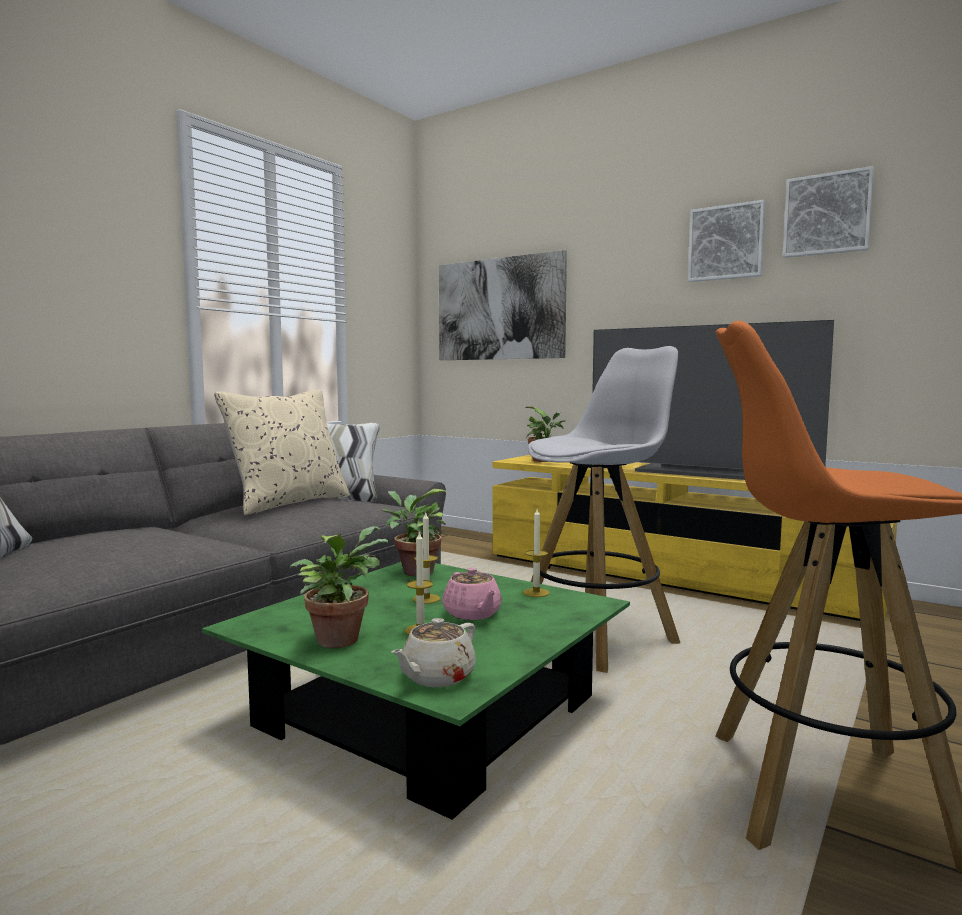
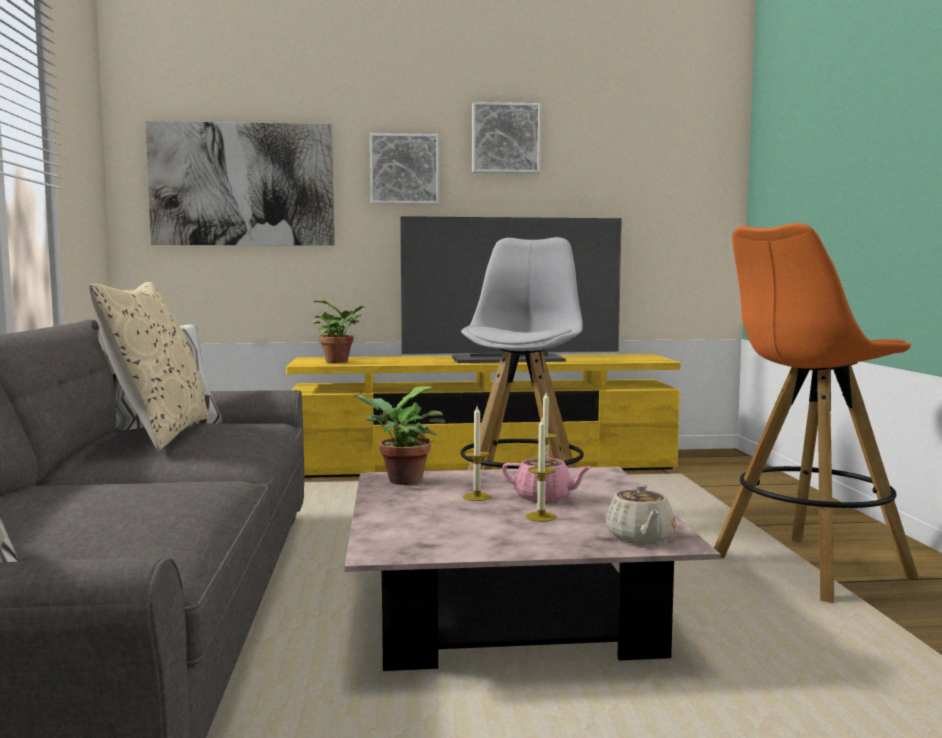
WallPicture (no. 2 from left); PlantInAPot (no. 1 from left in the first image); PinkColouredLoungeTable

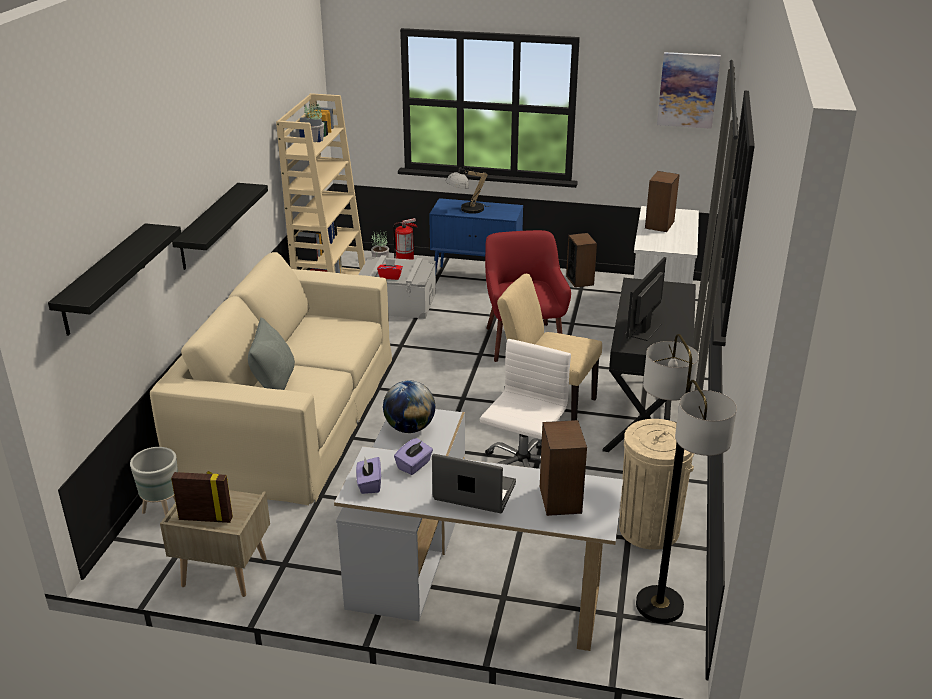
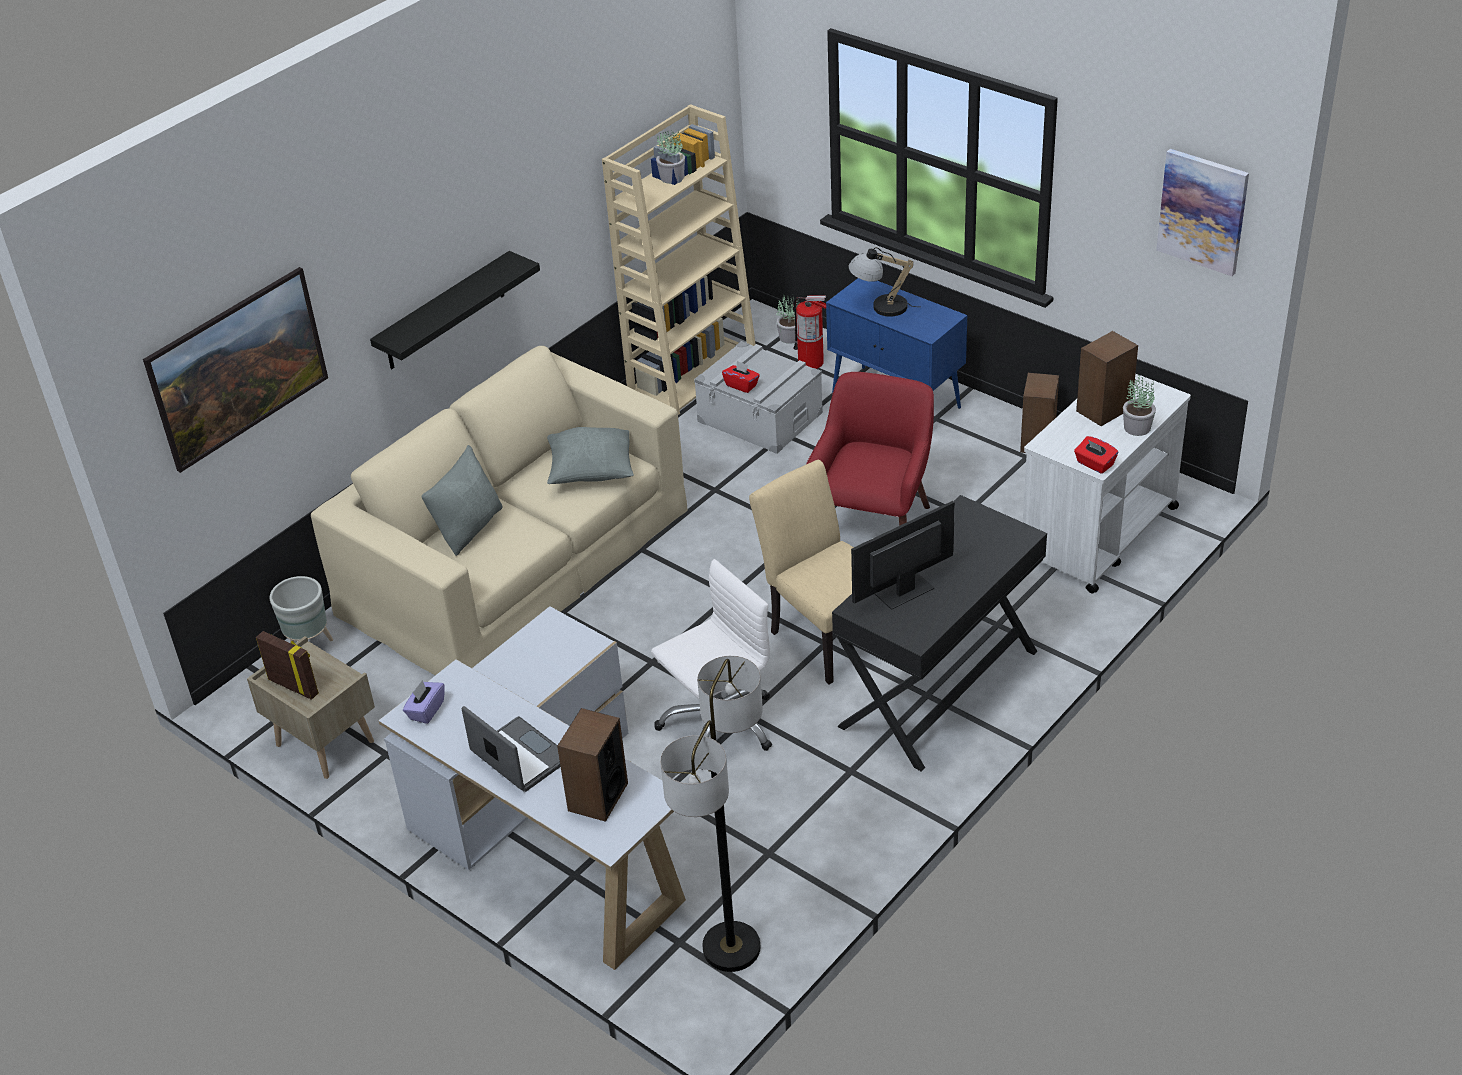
WallPicture (no. 1 from left); DeskGlobe; BeigeRubbishBin; PurpleColouredBoxOfTissues (no. 2 from left in the first image); PlantInAPot (no. 3 from left); GreyishThrowPillow (no. 2 from left); ReddishBoxOfTissues (no. 2 from left)

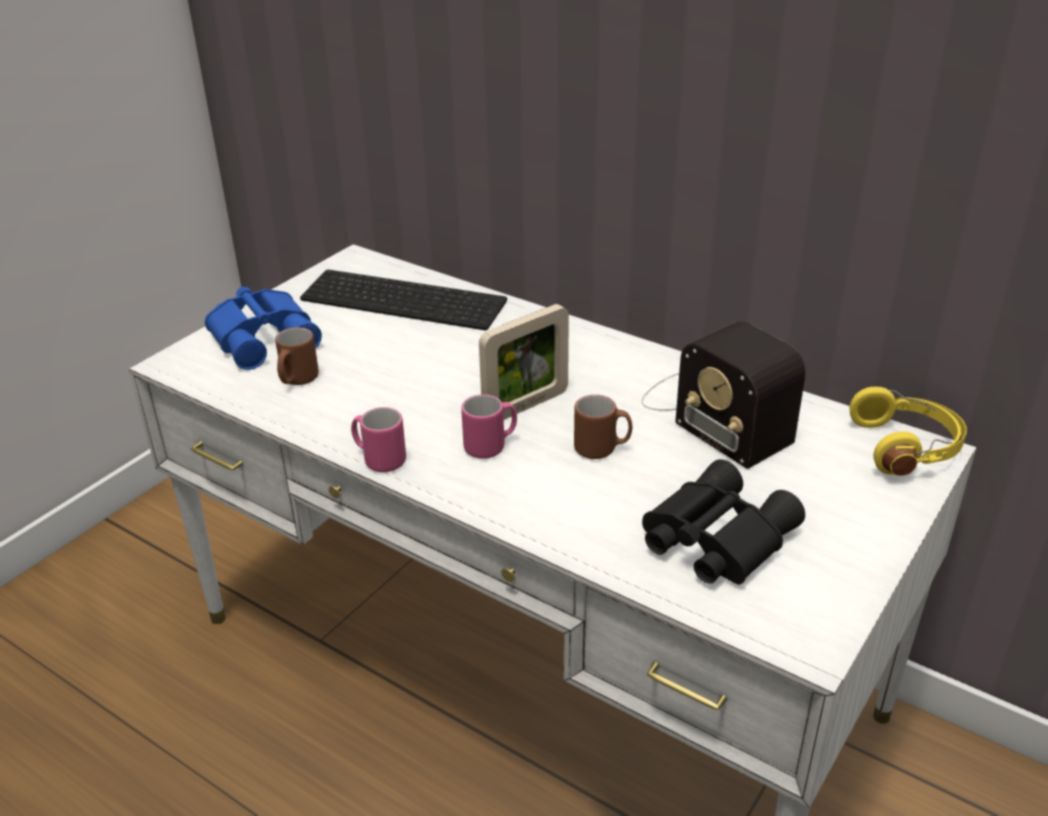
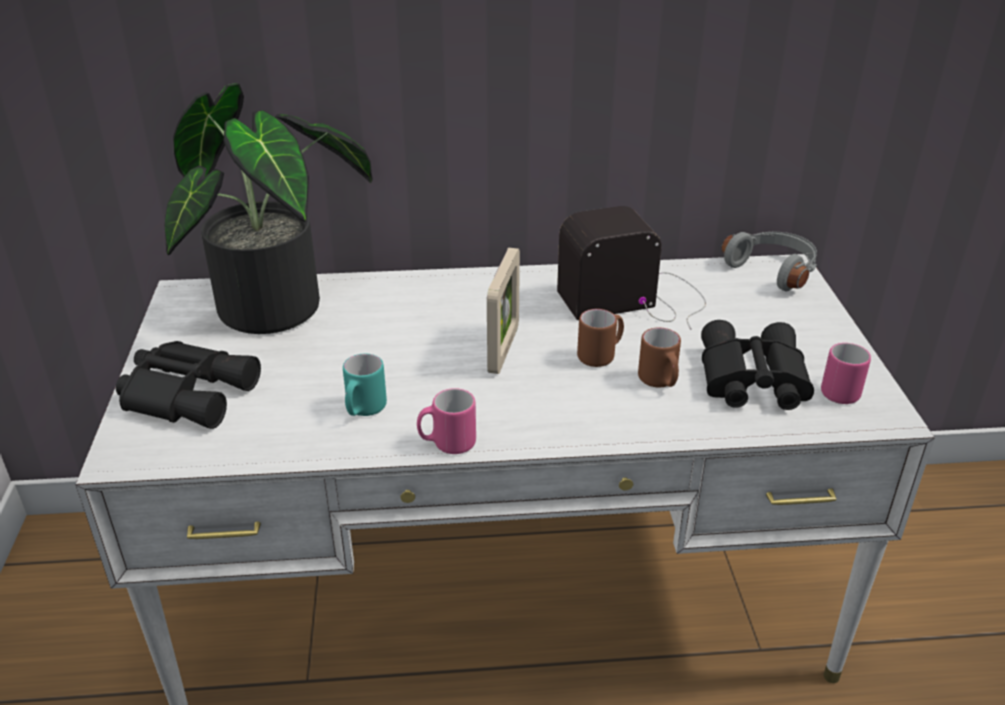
PlantInAPot; BlackishBinoculars (no. 1 from left); Radio; BrownishMug (no. 2 from left); GreyishPairOfHeadphones; PinkColouredMug (no. 2 from left); BlueGreenMug

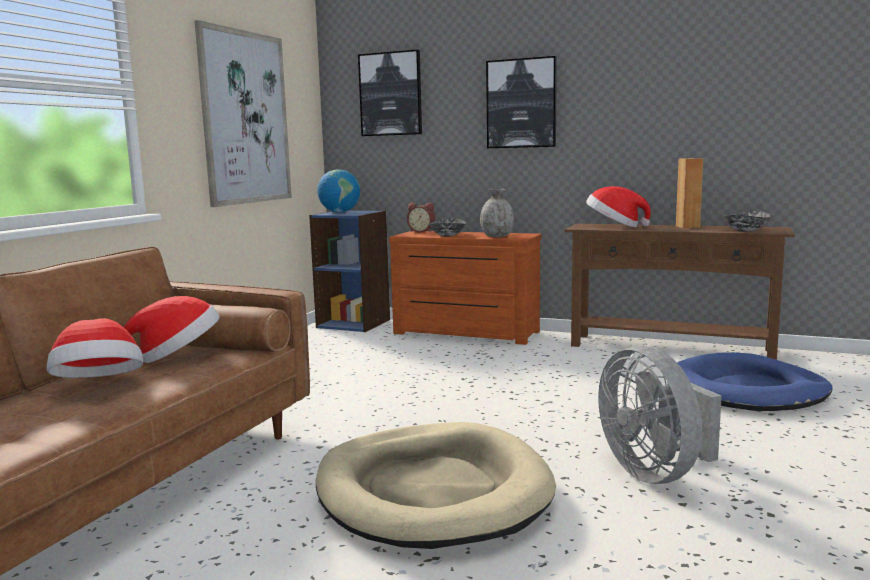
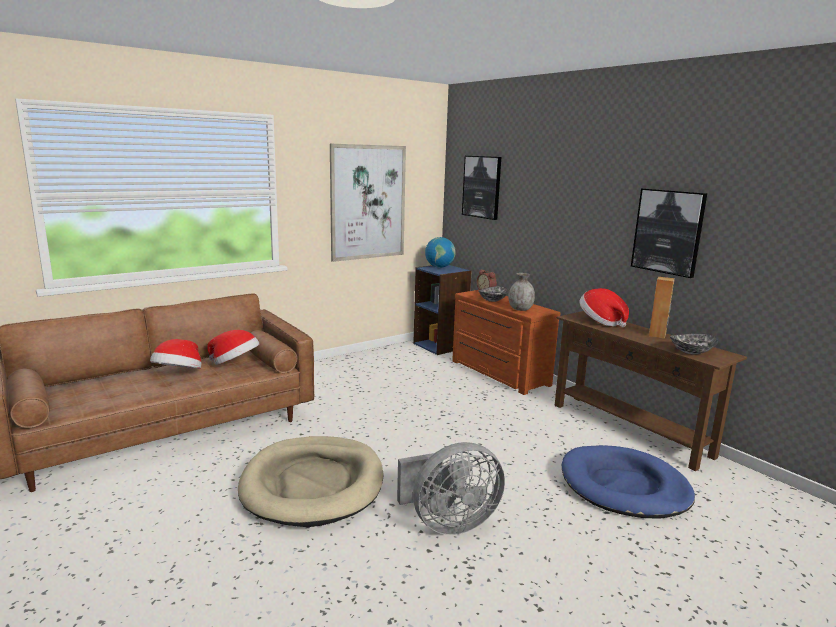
WallPicture (no. 3 from left); GreyishCoolingFan

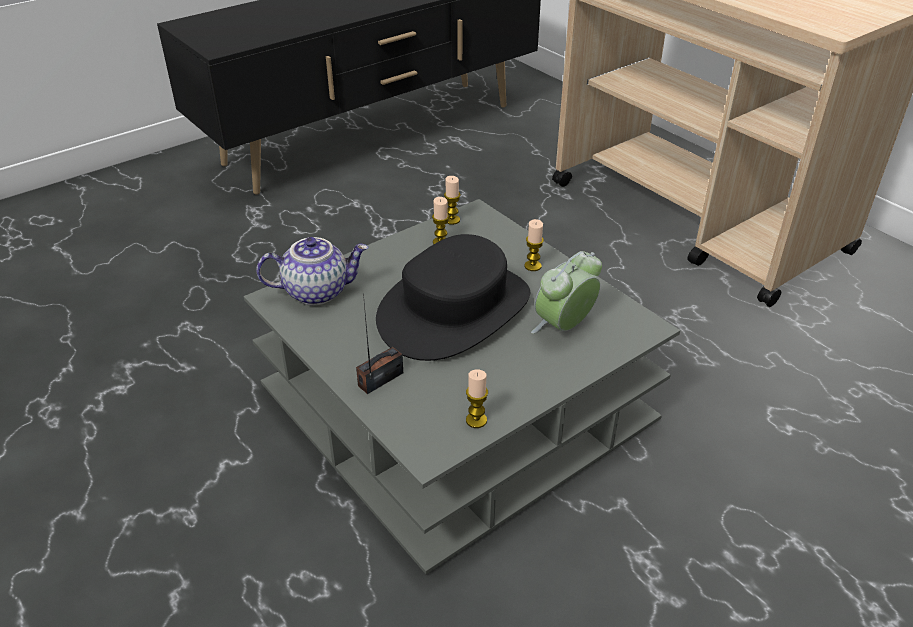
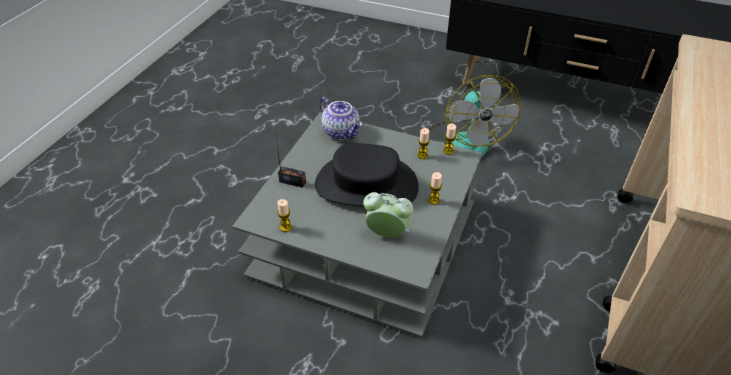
CoolingFan

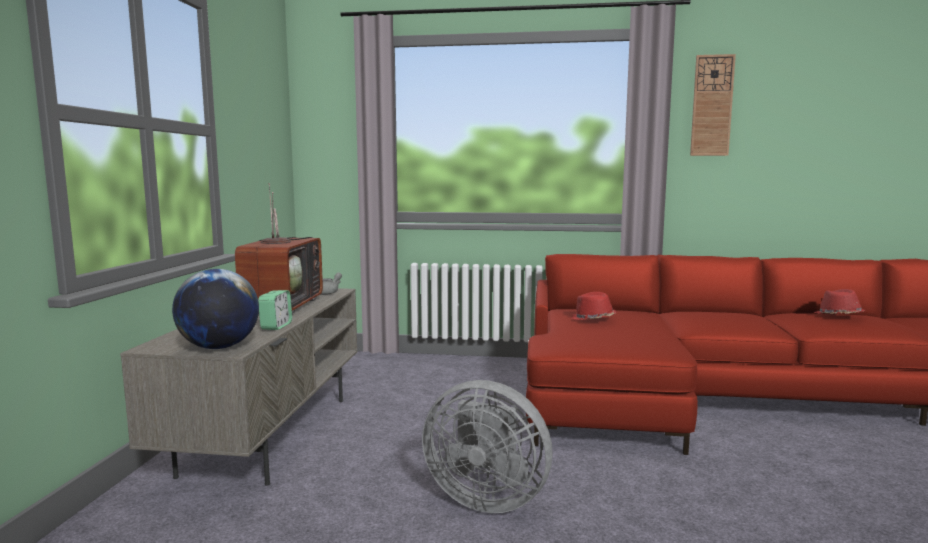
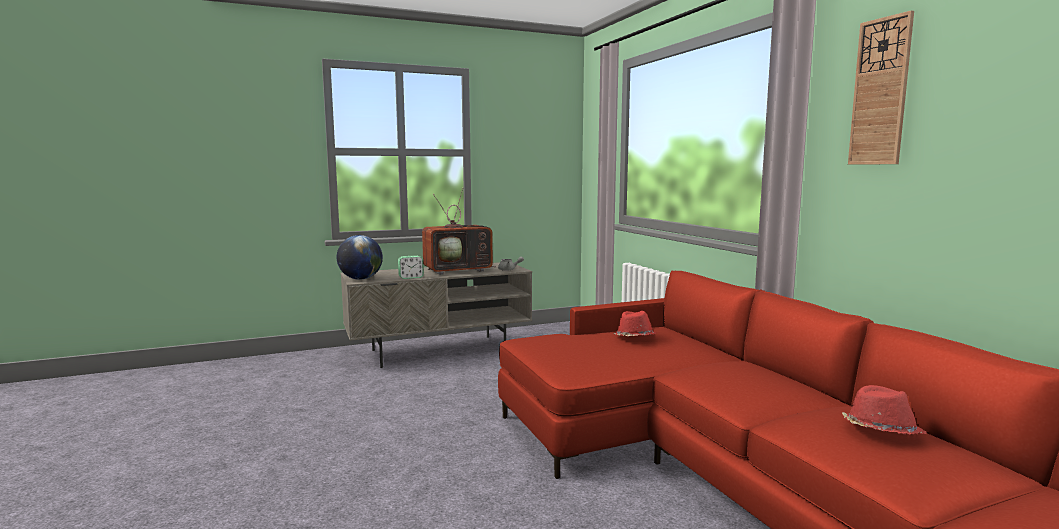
GreyishCoolingFan

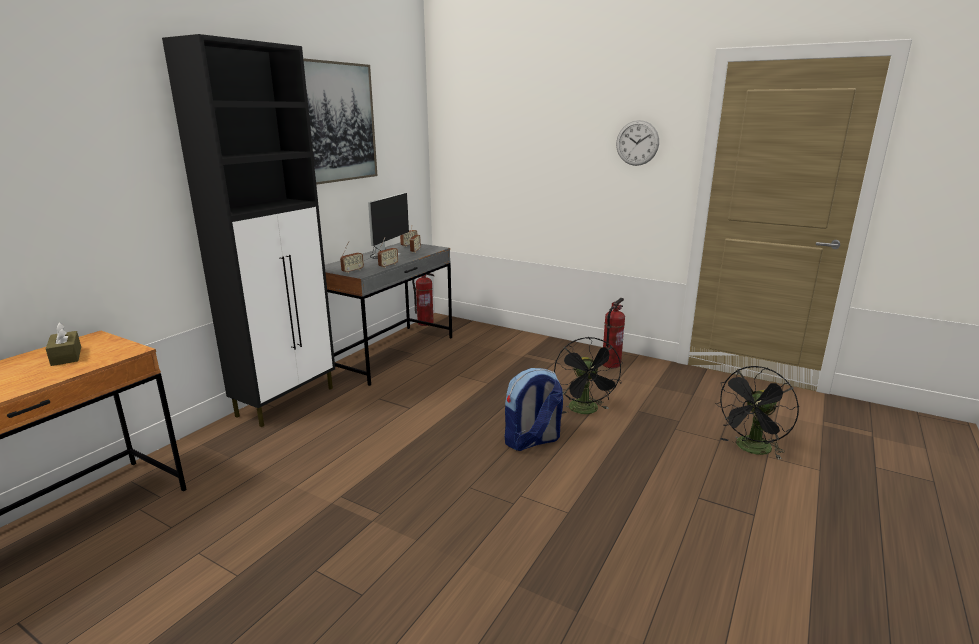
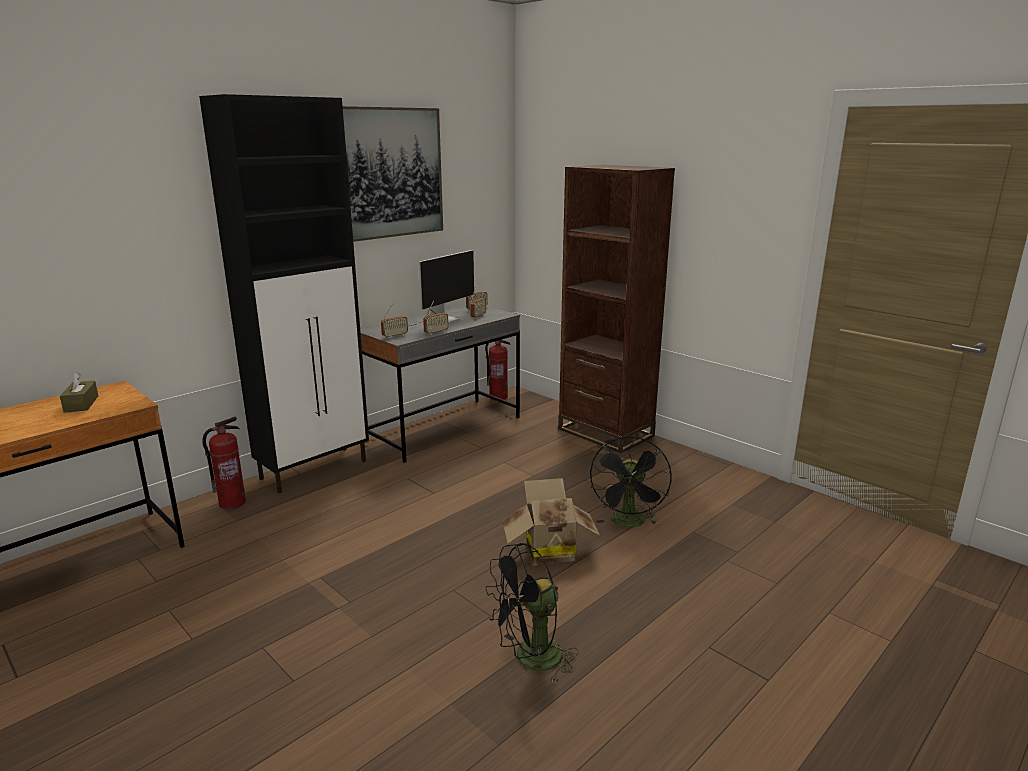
HangingClock; FireFightingCylinder (no. 1 from left); BlackishCoolingFan (no. 1 from left); Carton; BrownishBookshelf

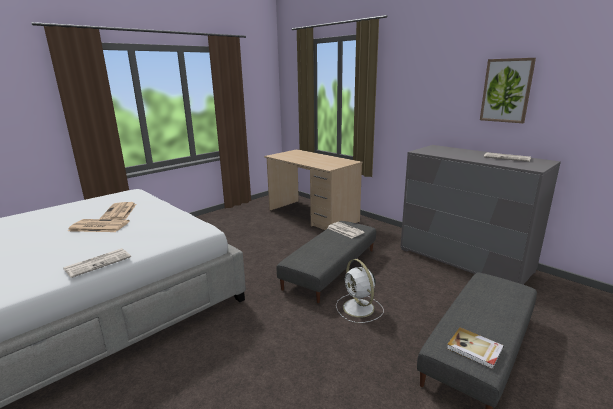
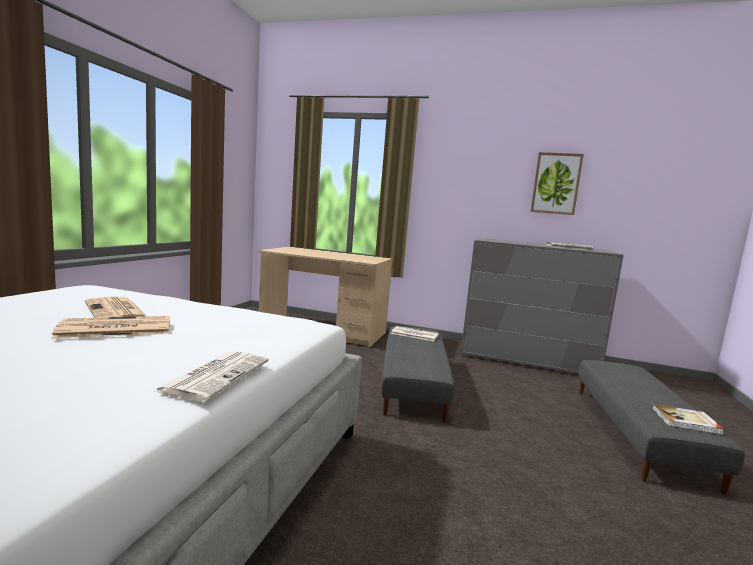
WhiteColouredCoolingFan

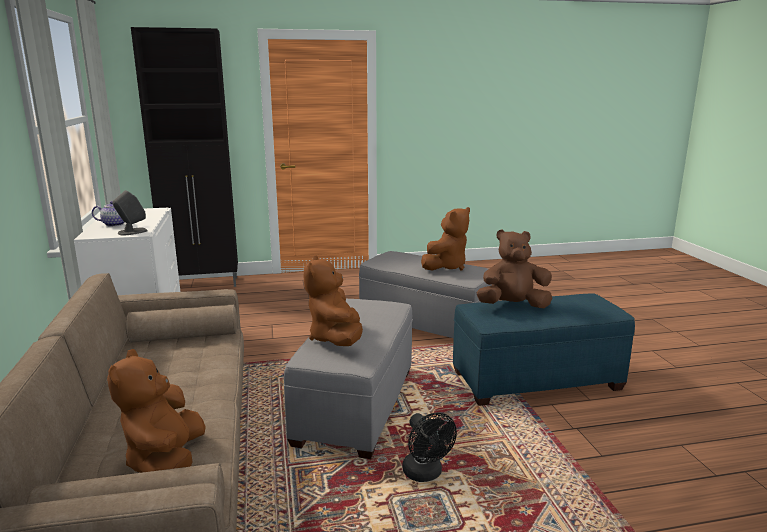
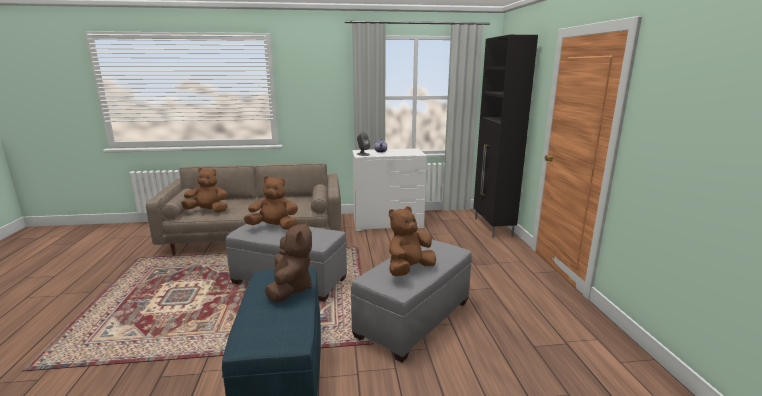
BrownishCuddlyToy (no. 4 from left); BlackishCoolingFan

